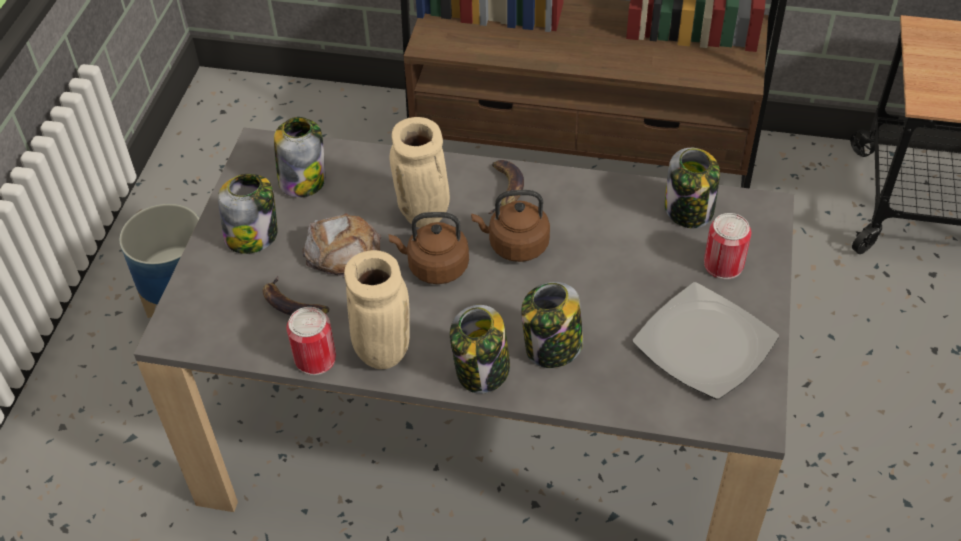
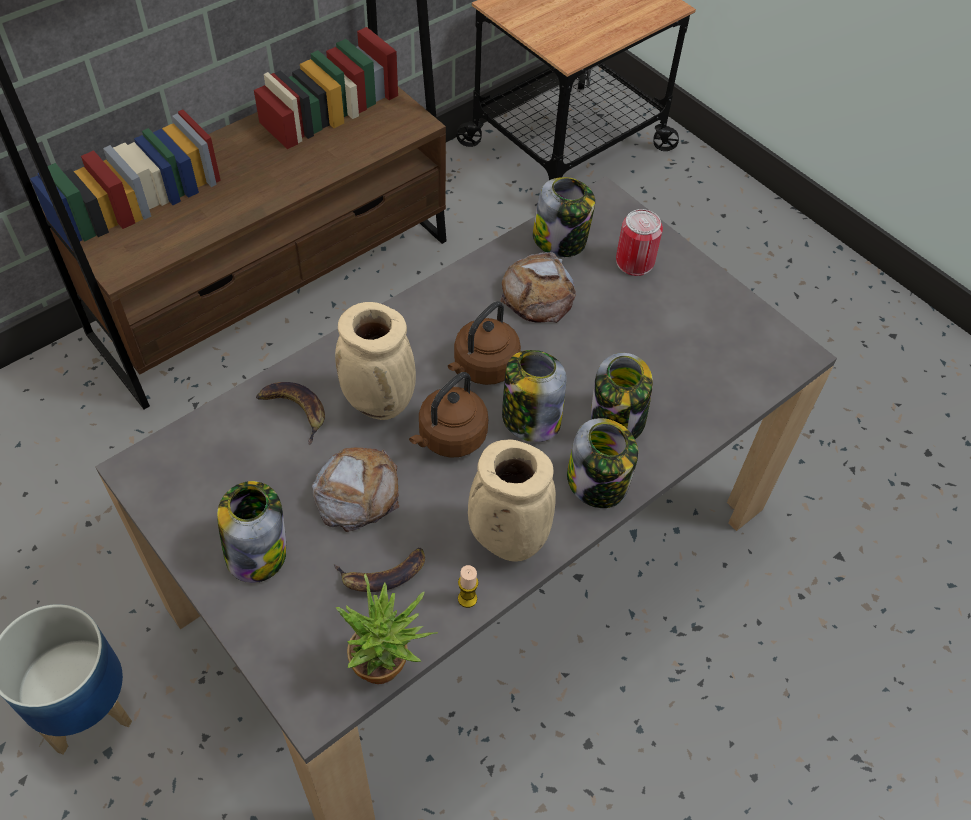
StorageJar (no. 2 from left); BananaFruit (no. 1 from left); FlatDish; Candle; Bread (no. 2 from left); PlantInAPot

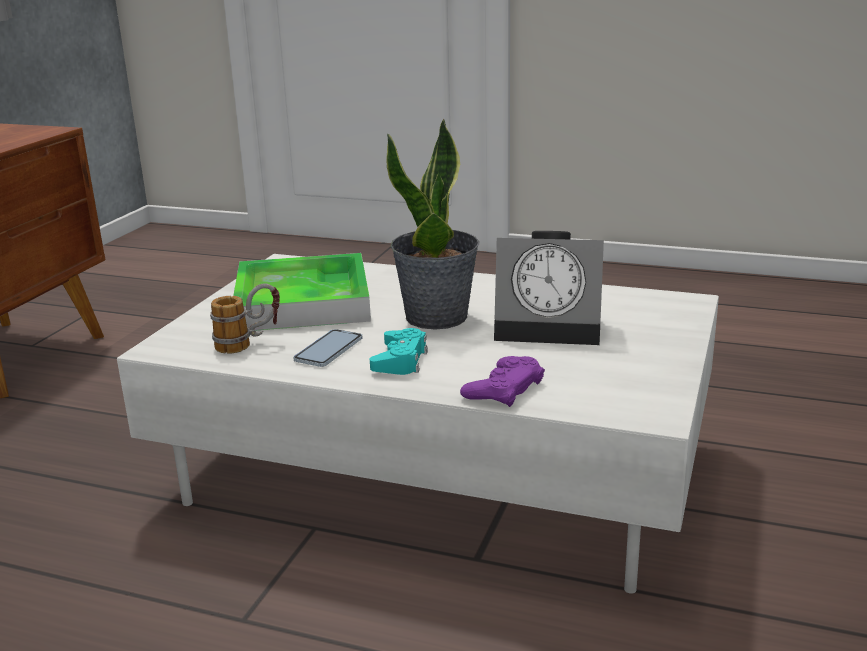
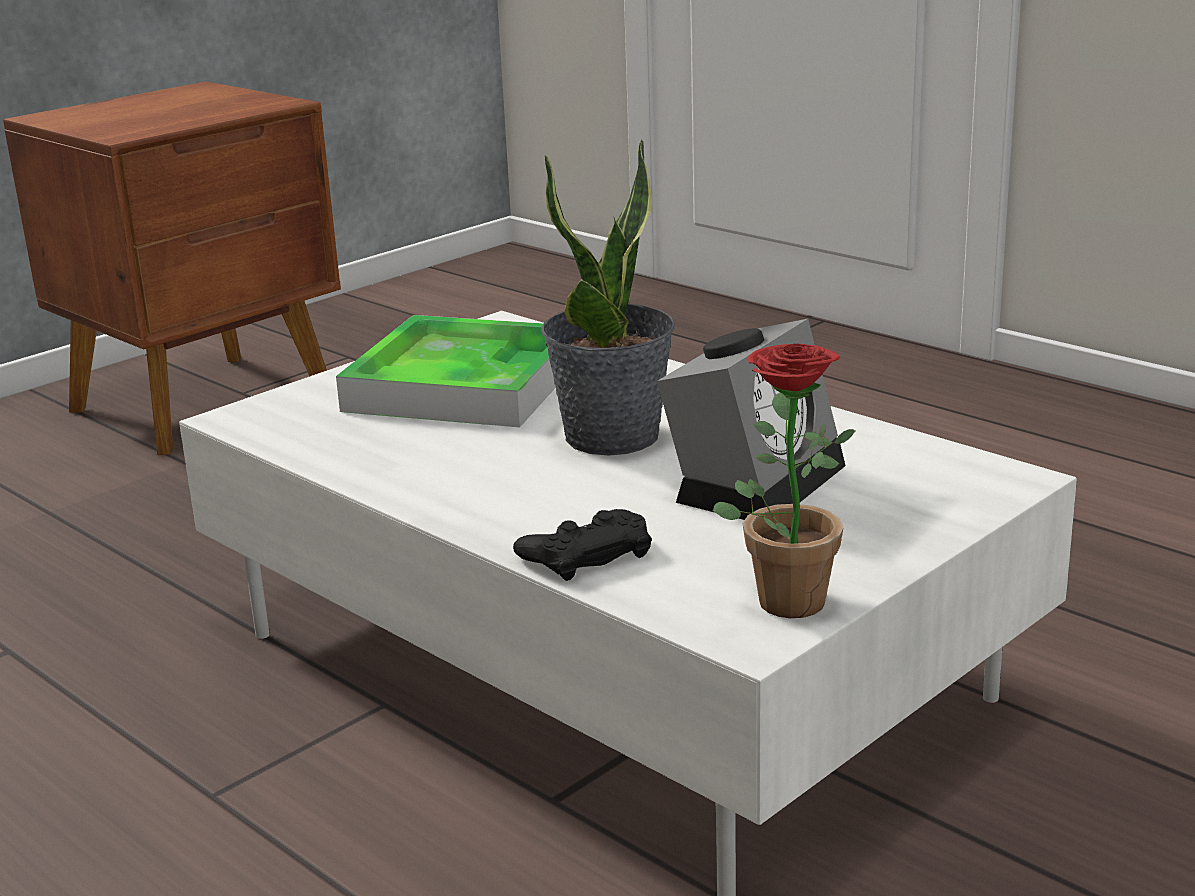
AlarmClock; Mug; BlueGreenGamepad; Handset; BlackishGamepad; PlantInAPot (no. 2 from left)

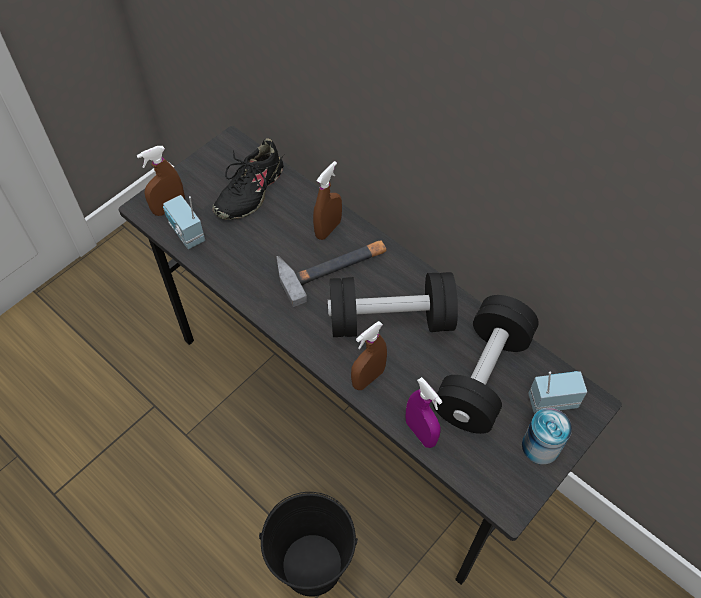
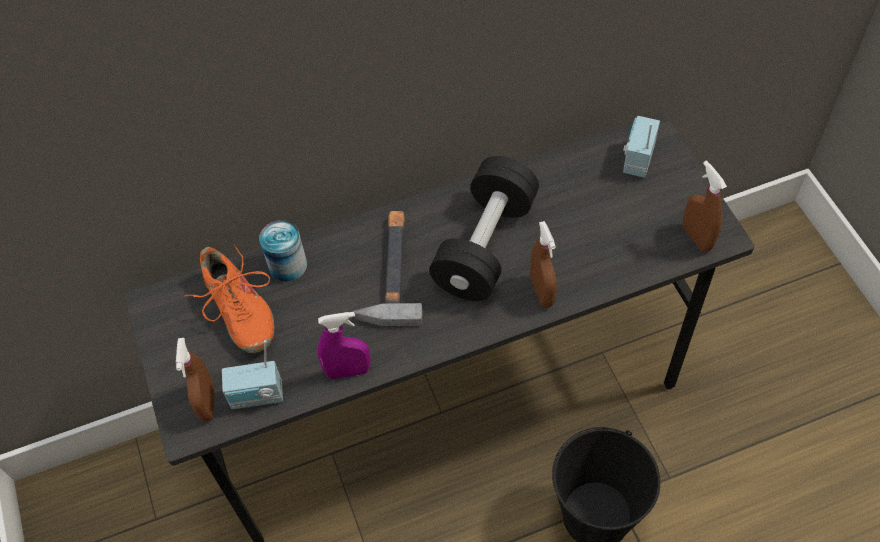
OrangeyShoe; BrownishHandSprayer (no. 3 from left); BlackishFreeWeight (no. 2 from left in the first image); PurpleColouredHandSprayer; Can

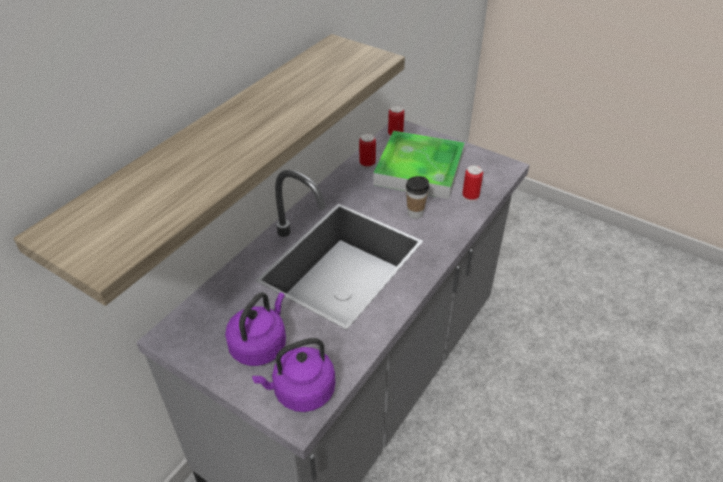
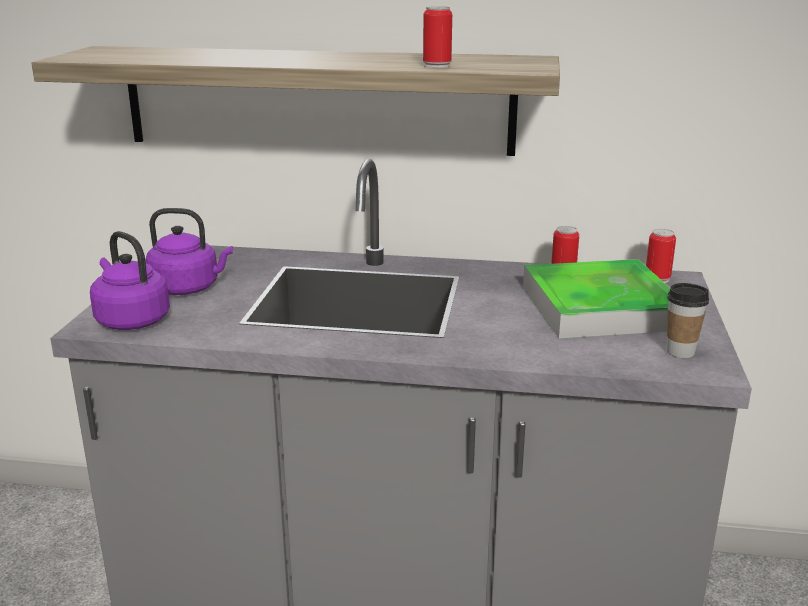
Can (no. 1 from left); Cup

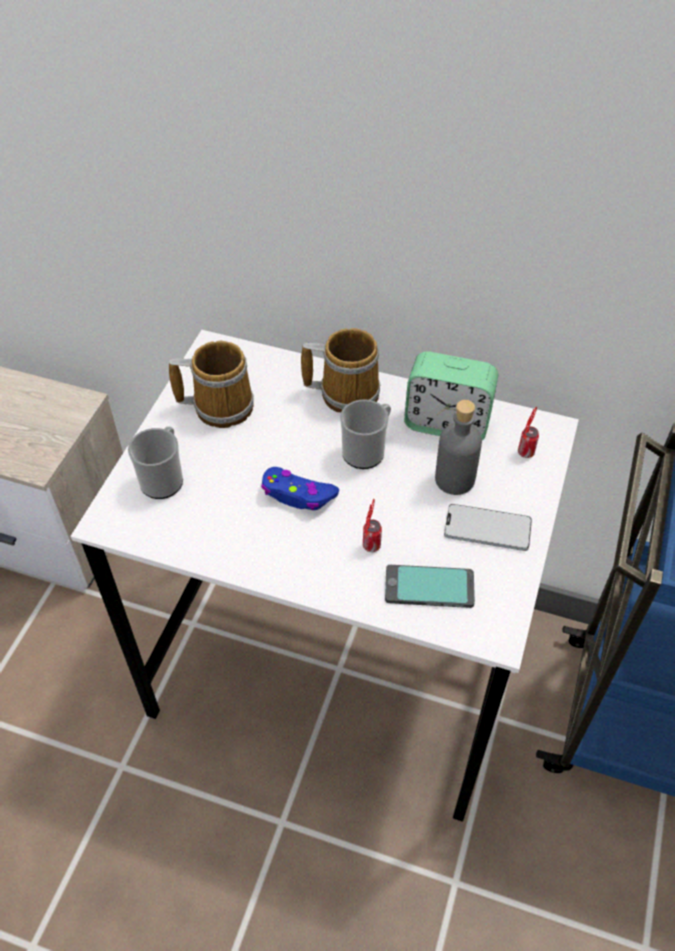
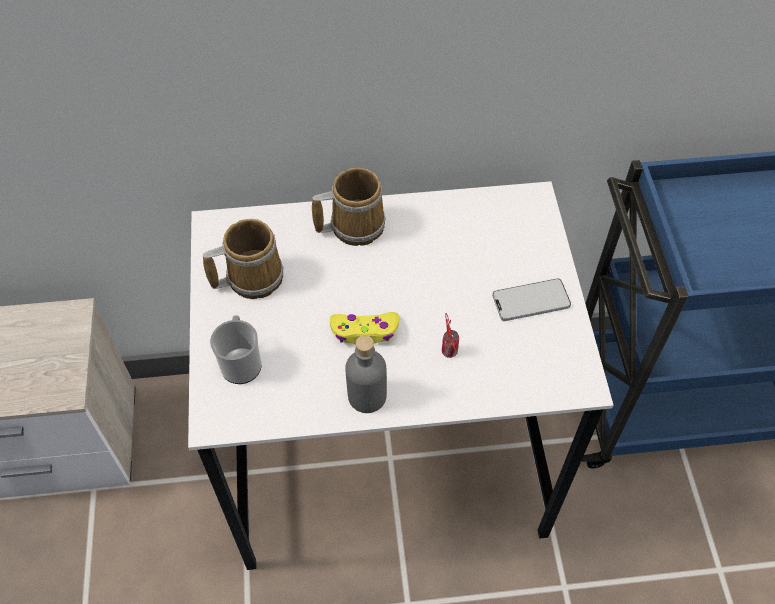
AlarmClock; Mug (no. 4 from left in the first image); GreyishDrinkBottle; Can (no. 2 from left in the first image); YellowGamepad; Handset (no. 1 from left in the first image)

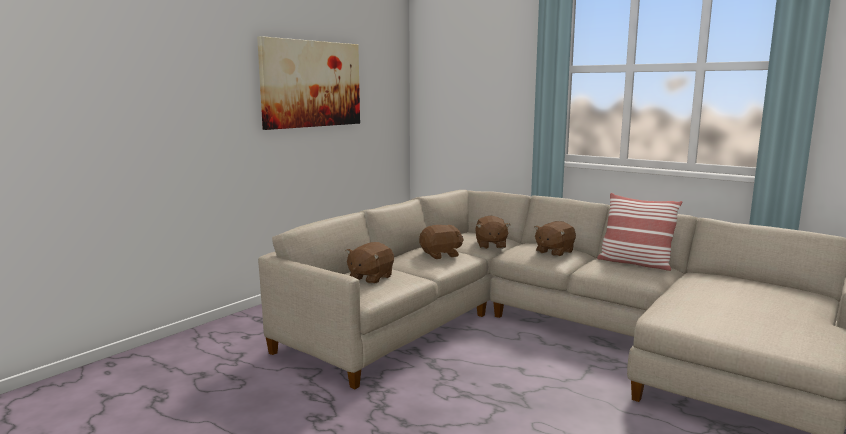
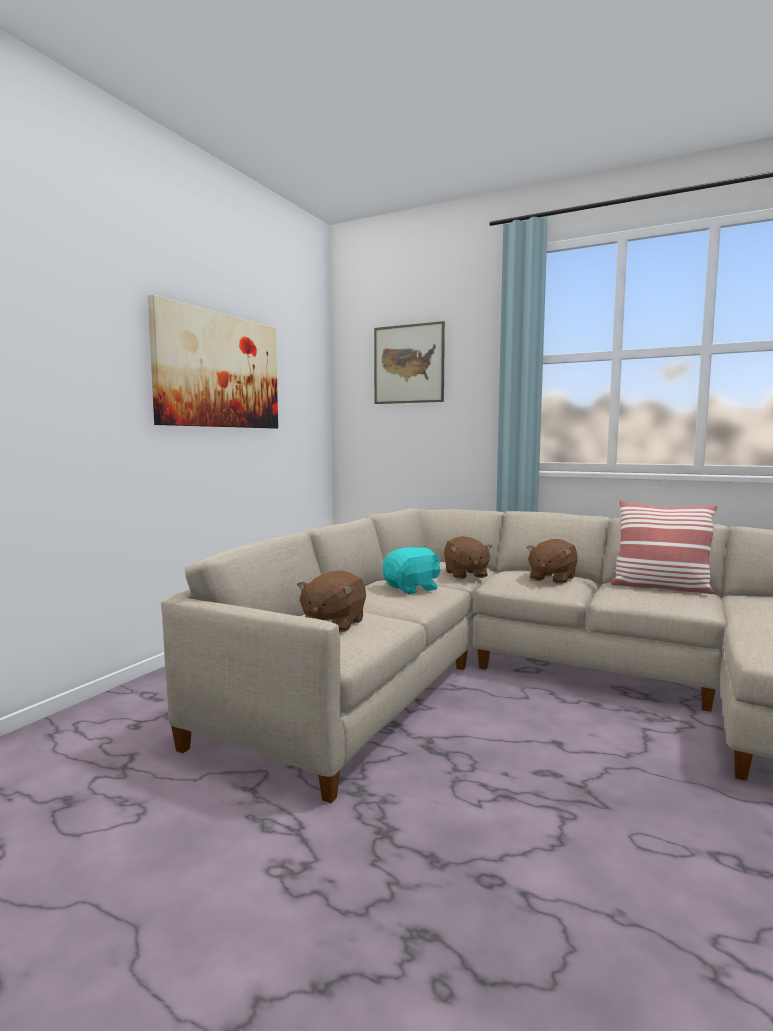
BlueGreenCuddlyToy; WallPicture (no. 2 from left)

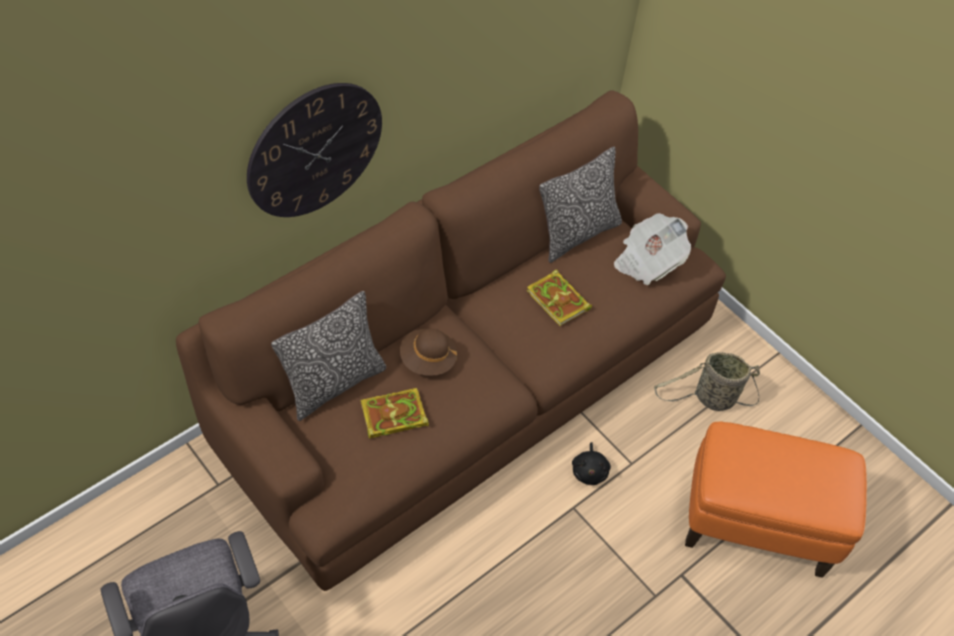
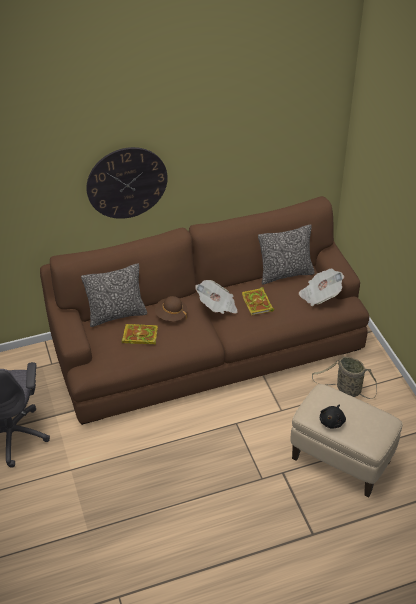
BeigeFootrest; BlackishCuddlyToy; DailyPaper (no. 1 from left)

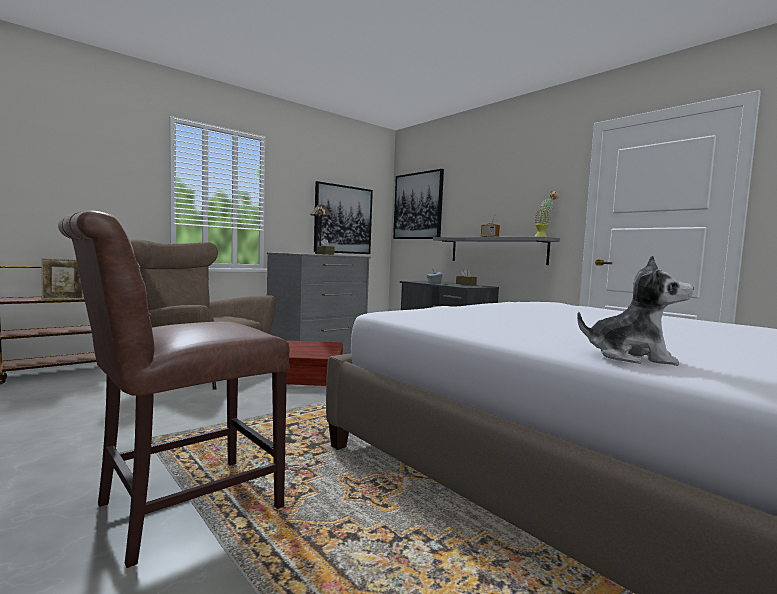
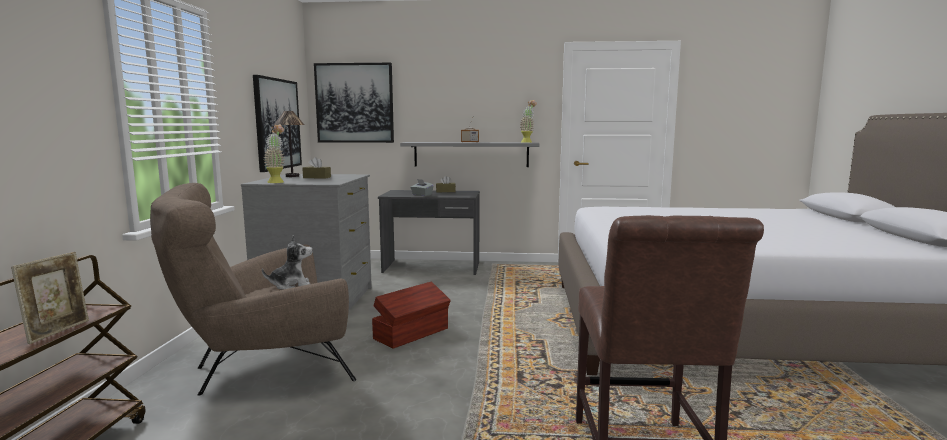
CuddlyToy; PlantInAPot (no. 1 from left)

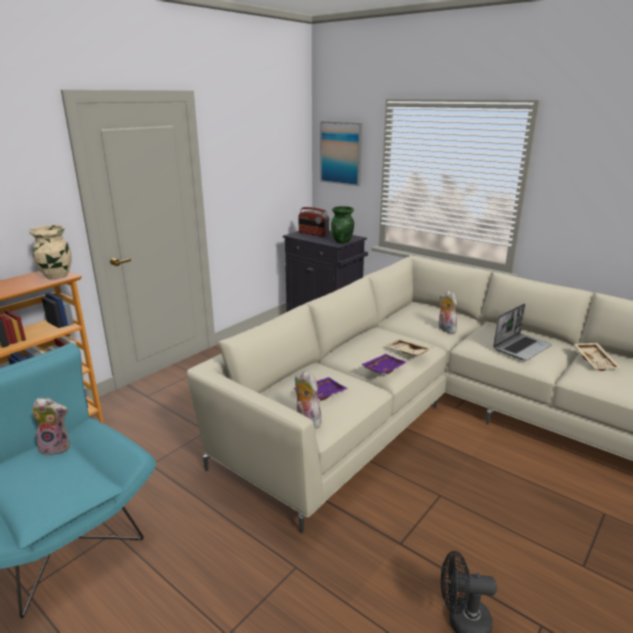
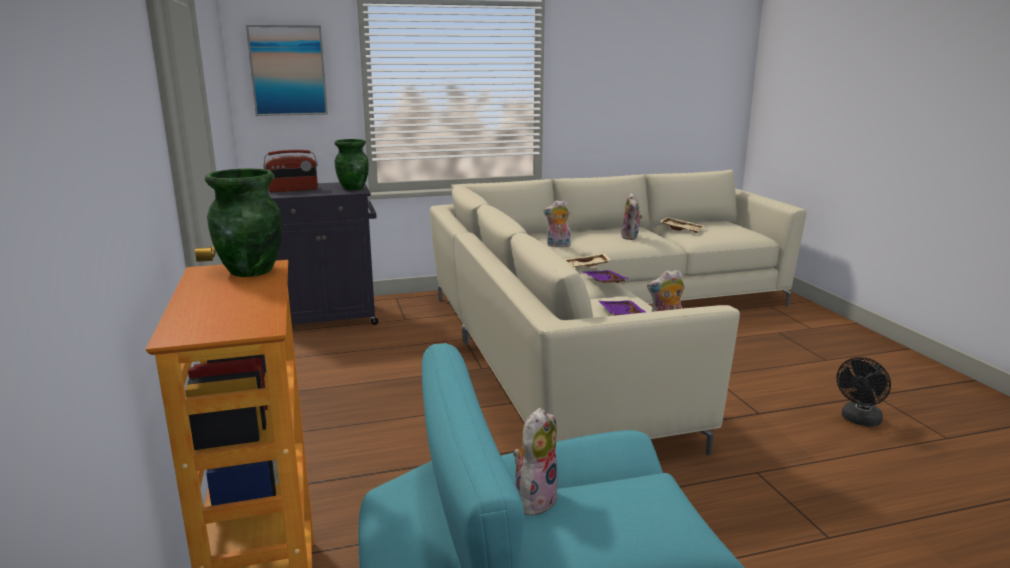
GreenDecorativeVase (no. 1 from left); CuddlyToy (no. 3 from left)

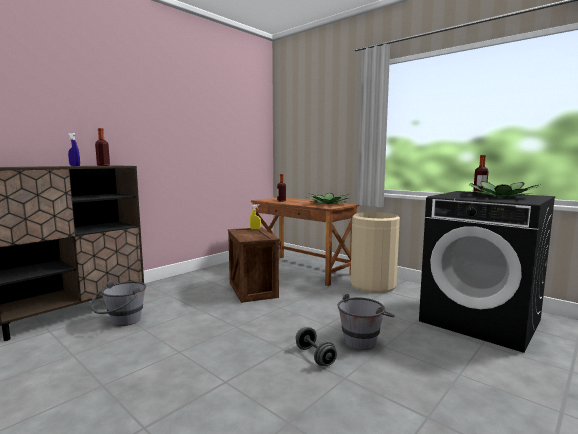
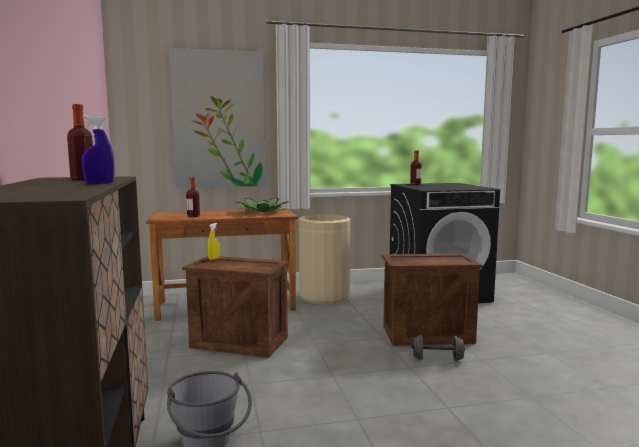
PlantInAPot (no. 2 from left in the first image); ShippingCrate (no. 2 from left); WallPicture

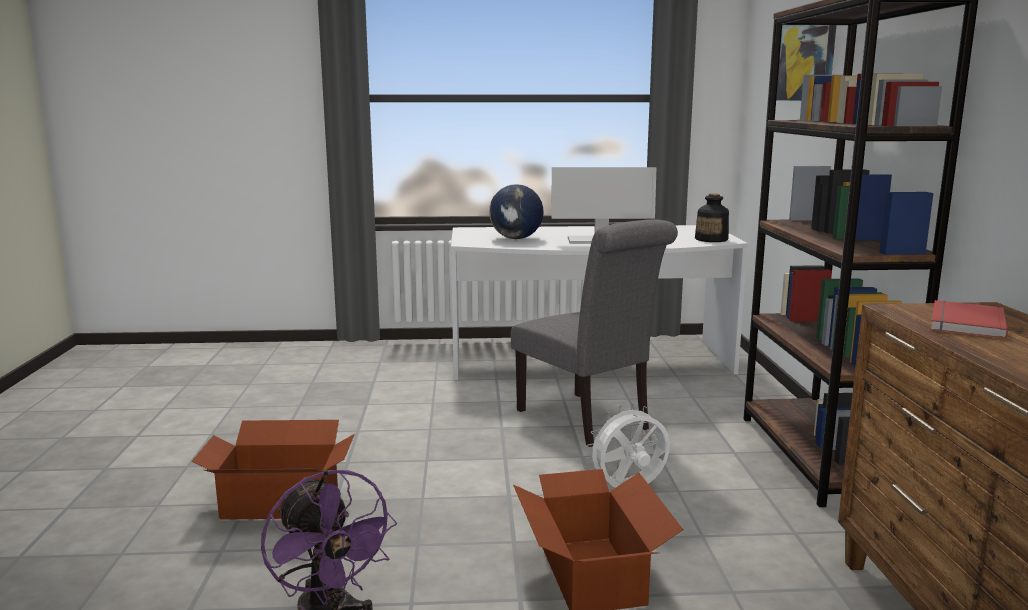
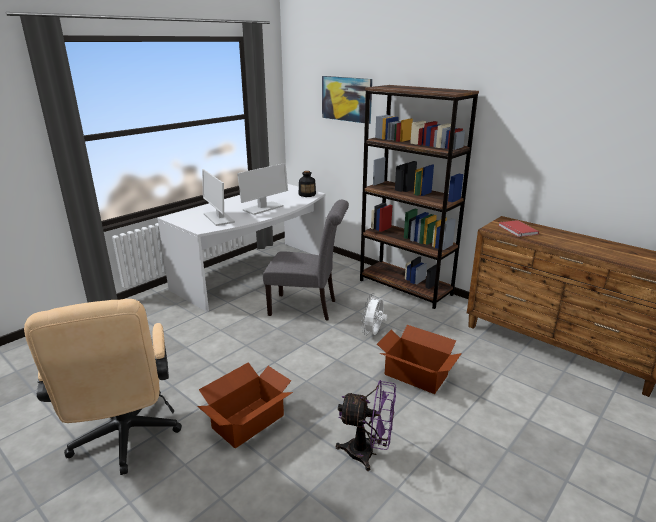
ComputerScreen (no. 1 from left); BeigeOfficeChair

